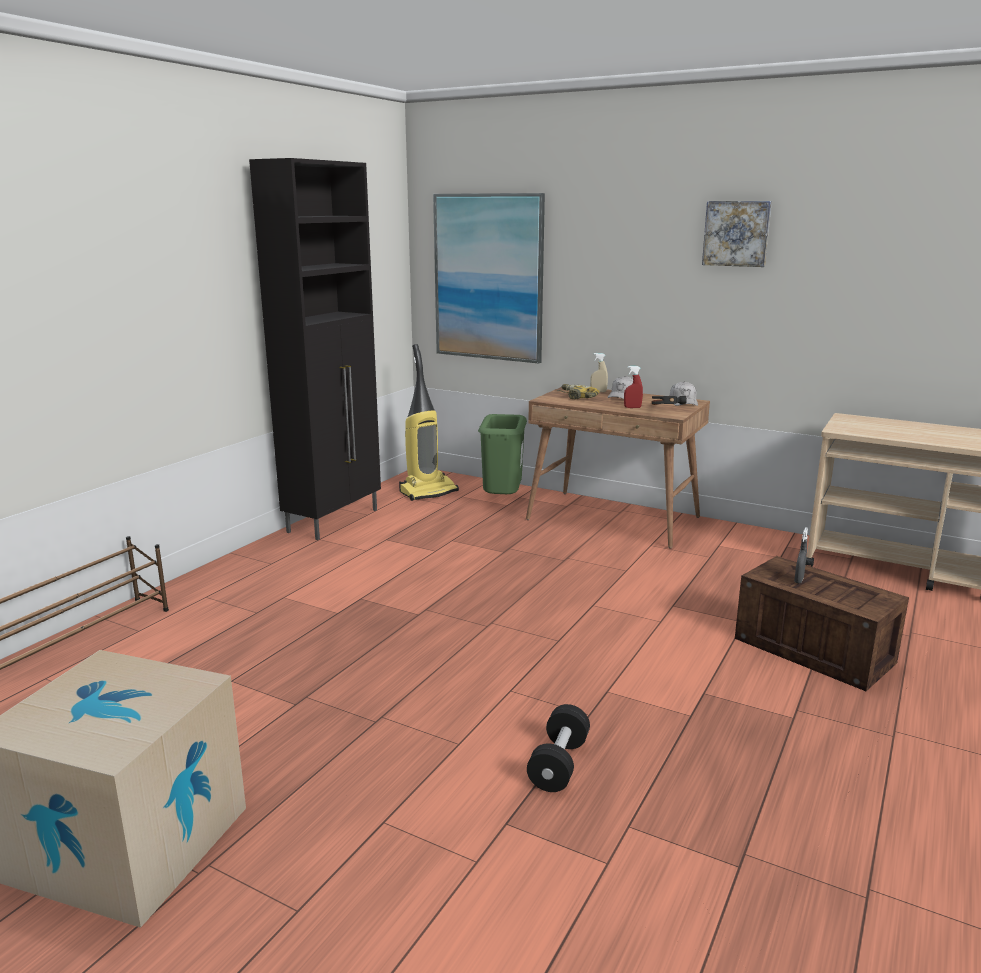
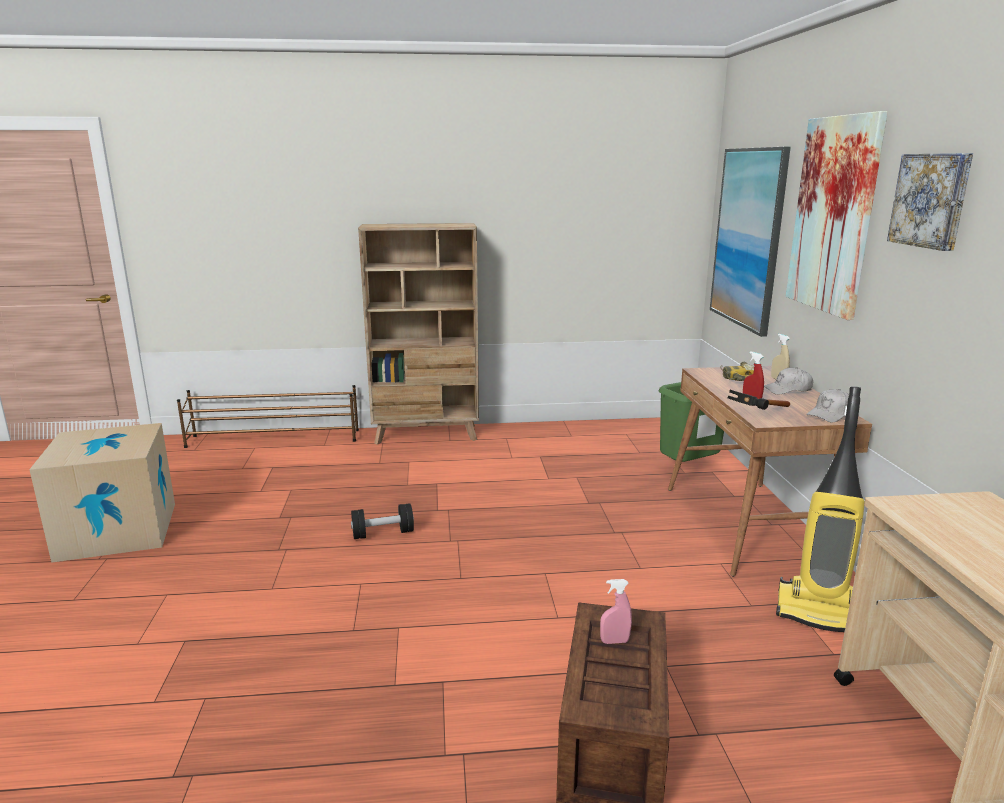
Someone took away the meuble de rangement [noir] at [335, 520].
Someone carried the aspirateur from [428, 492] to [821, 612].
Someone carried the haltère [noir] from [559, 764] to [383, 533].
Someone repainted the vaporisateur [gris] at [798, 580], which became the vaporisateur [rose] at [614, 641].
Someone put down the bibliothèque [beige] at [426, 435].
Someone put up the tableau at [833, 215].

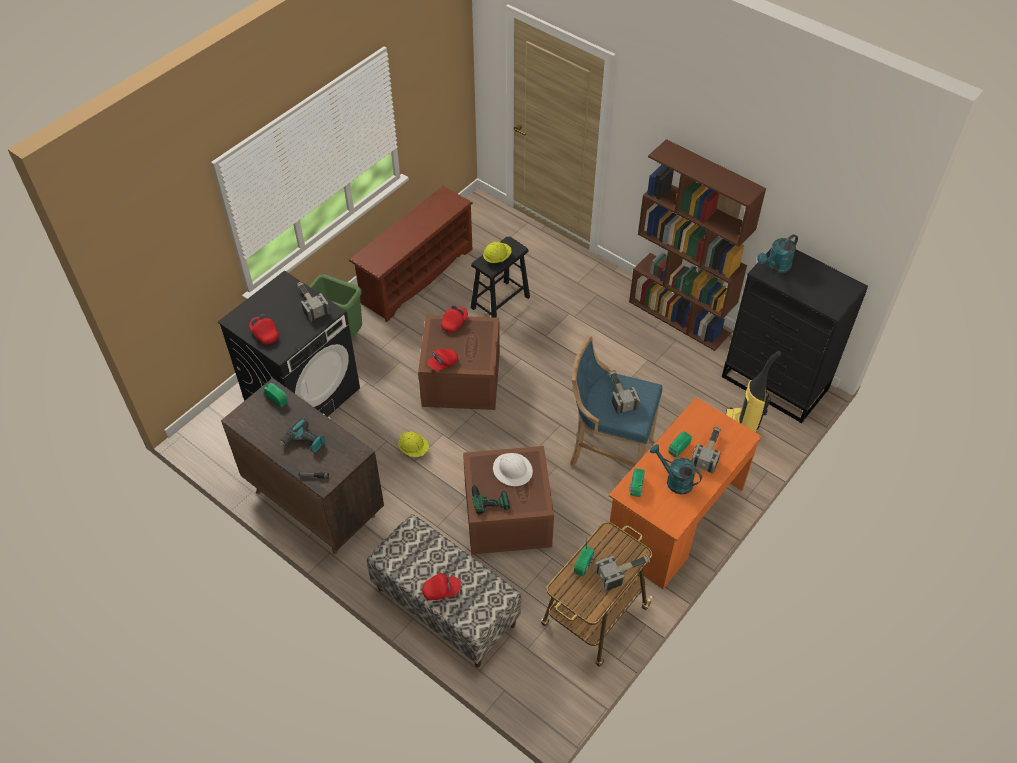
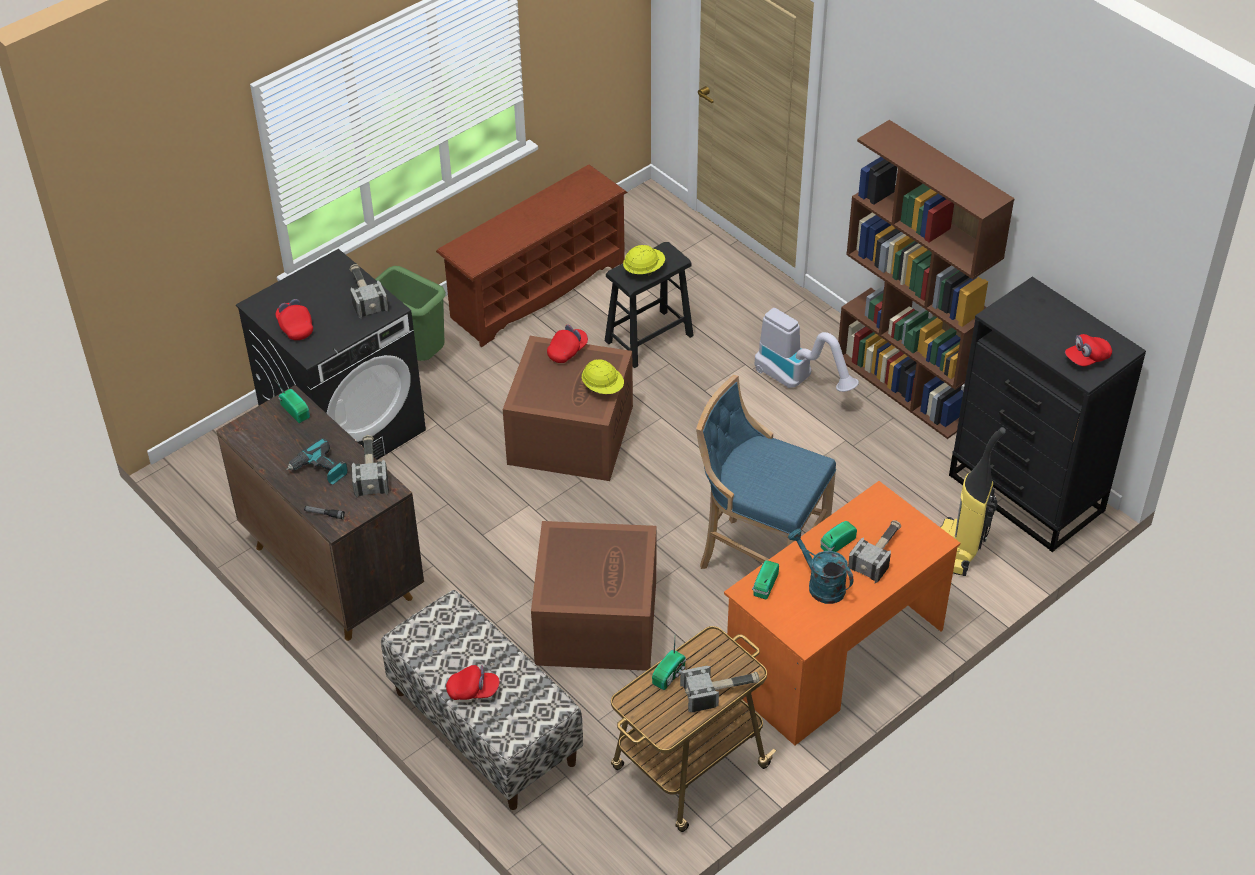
Someone carried the casque de chantier [jaune] from [414, 449] to [603, 387].
Someone carried the casquette [rouge] from [443, 364] to [1087, 358].
Someone took away the perceuse at [488, 496].
Someone took away the casque de chantier [blanc] at [512, 470].
Someone carried the marteau from [619, 394] to [370, 470].
Someone took away the arrosoir [turquoise] at [775, 267].
Someone put down the aspirateur at [799, 381].

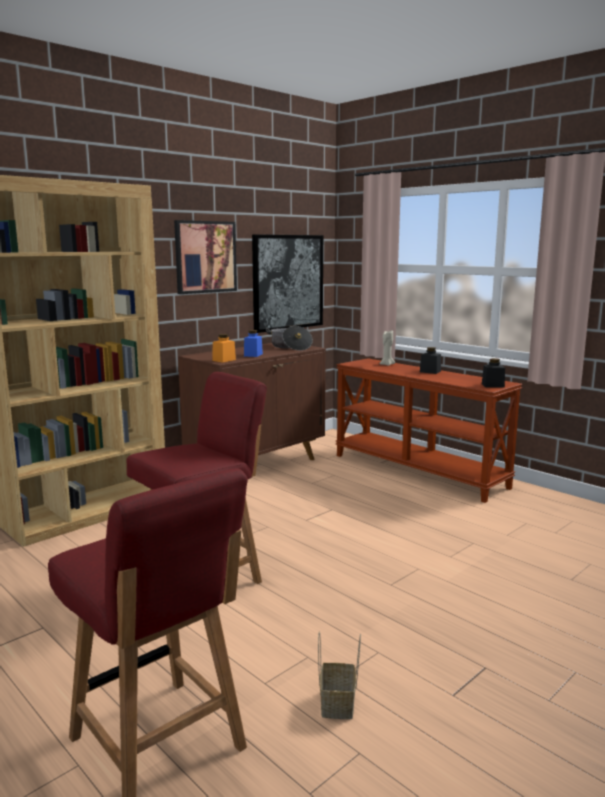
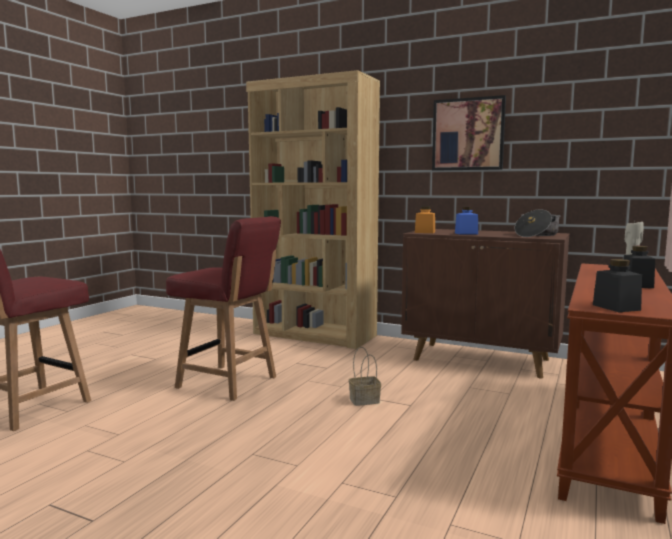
Someone took away the tableau at [288, 282].
Someone carried the panier from [338, 705] to [363, 401].

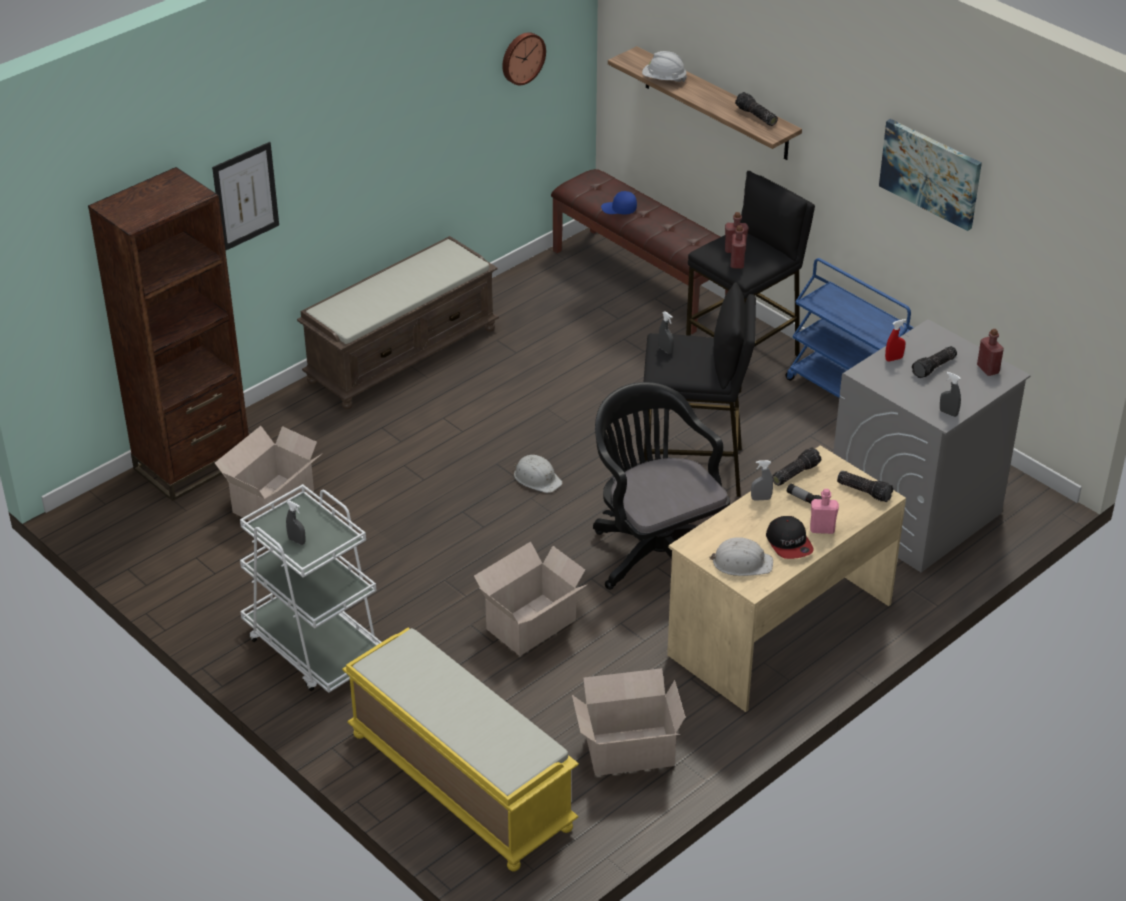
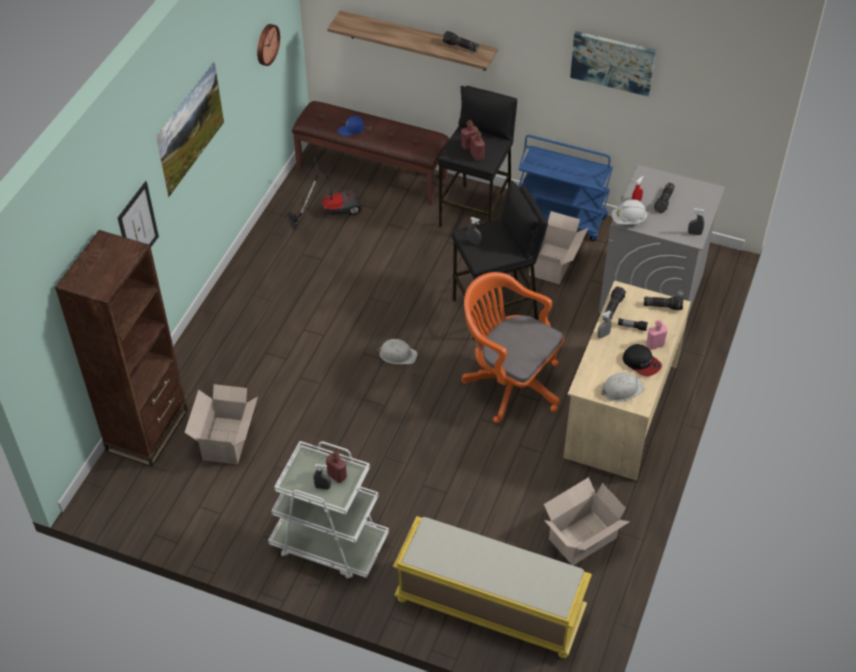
Someone took away the banc [marron] at [402, 354].
Someone carried the carton from [533, 624] to [553, 262].
Someone repainted the chaise de bureau [noir] at [655, 551], which became the chaise de bureau [orange] at [509, 382].
Someone carried the casque de chantier [blanc] from [663, 80] to [628, 220].
Someone carried the bouteille [rouge] from [988, 369] to [337, 476].
Someone put up the tableau at [194, 144].
Someone put down the aspirateur at [330, 210].

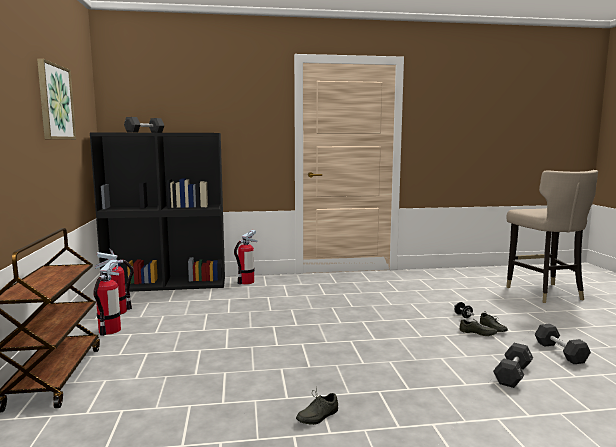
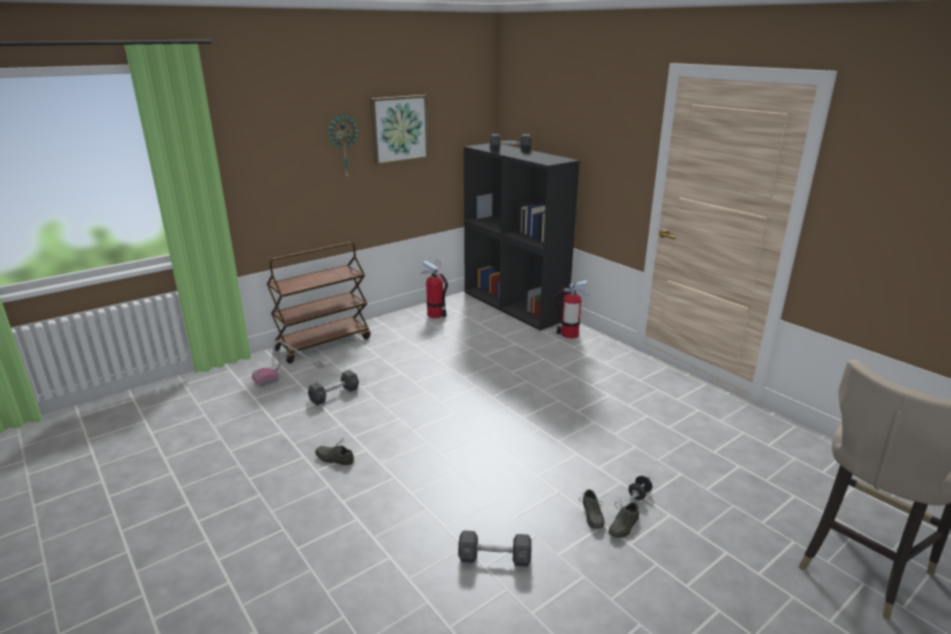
Someone took away the extincteur at [109, 330].
Someone carried the haltère [noir] from [560, 352] to [334, 395].
Someone put down the aspirateur at [289, 374].
Someone put up the horloge murale at [343, 146].

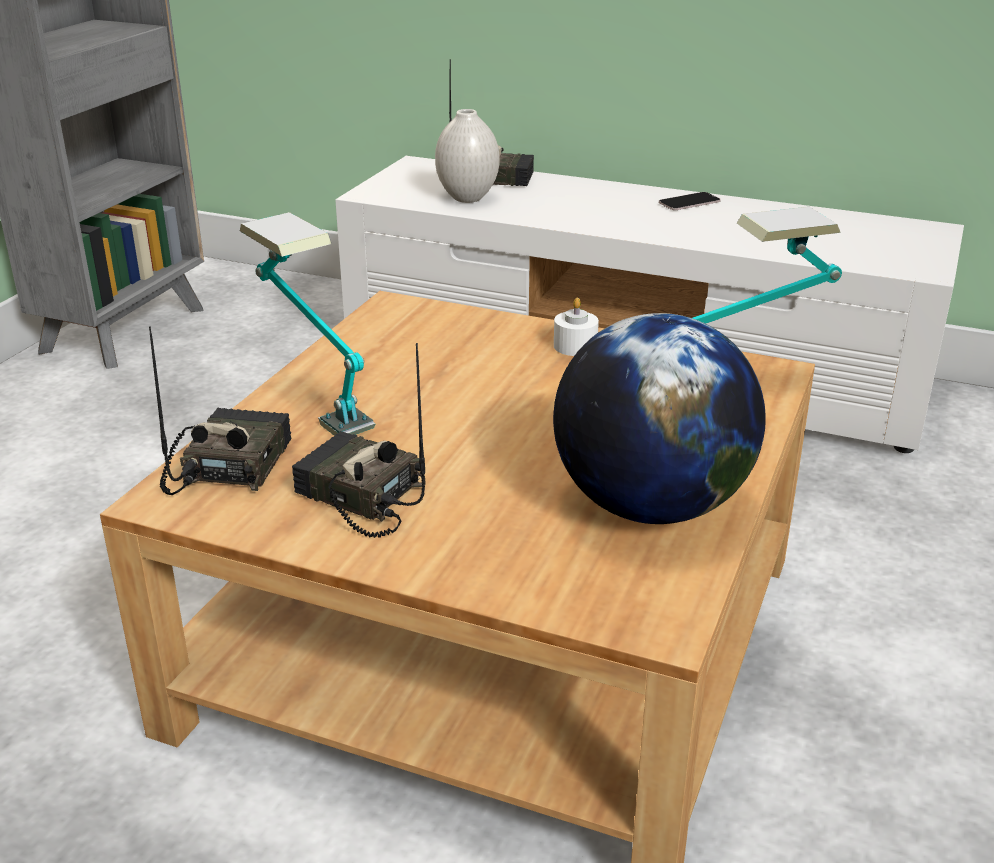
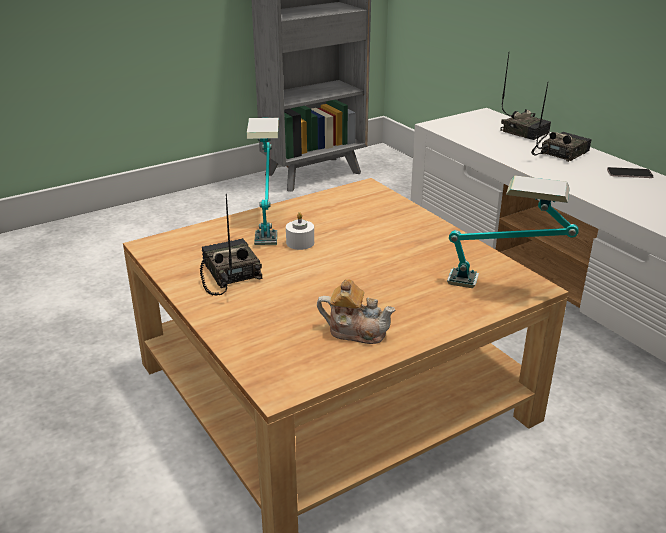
Someone carried the radio from [227, 465] to [559, 153].
Someone took away the vase [blanc] at [468, 198].
Someone swapped the globe at [650, 506] for the théière at [356, 331].
Someone carried the bougie [blanc] from [575, 346] to [300, 243].

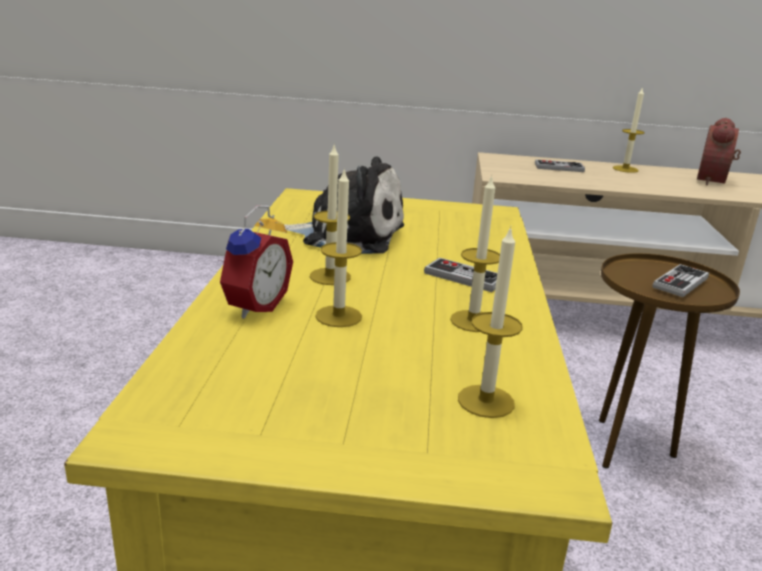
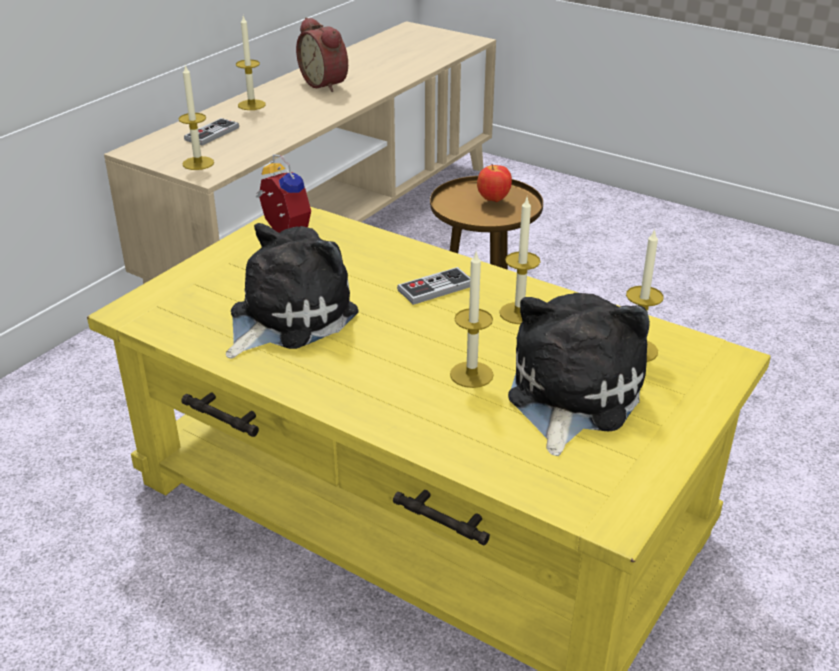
Someone carried the réveil from [253, 306] to [282, 231].
Someone carried the bougie from [330, 276] to [198, 163].
Someone swapped the manette at [680, 283] for the pomme at [493, 199].
Someone put down the peluche at [570, 396].

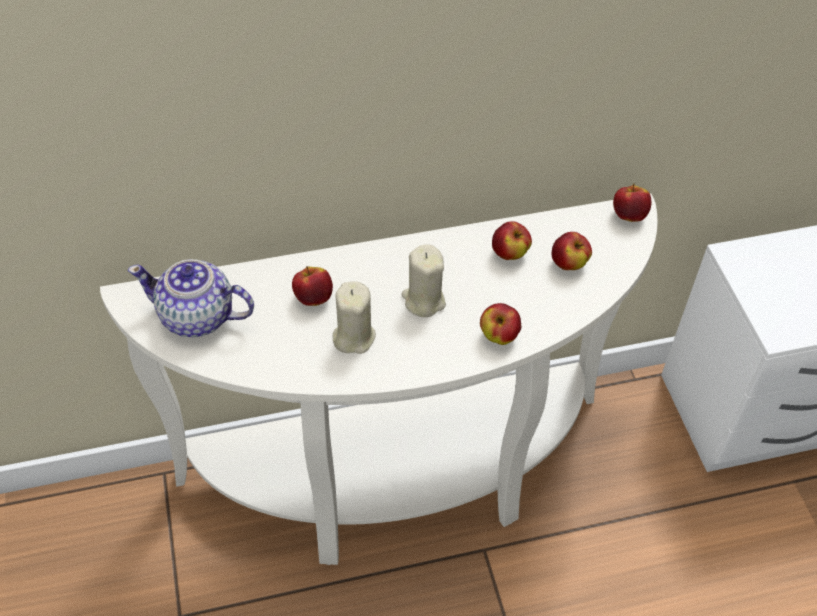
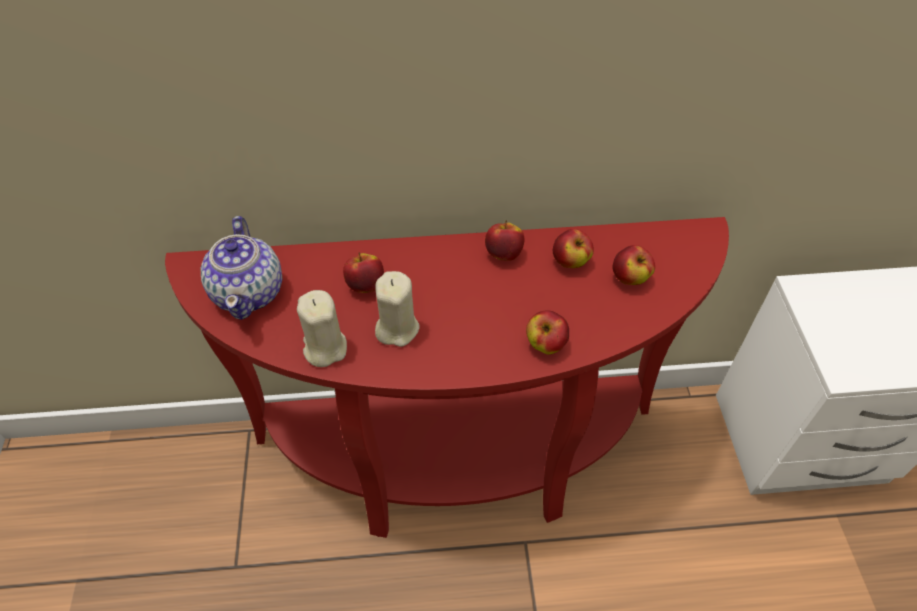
Someone repainted the table console [blanc] at [401, 481], which became the table console [rouge] at [458, 465].
Someone rotated the théière at [198, 317] by 120 degrees counterclockwise.
Someone carried the bougie [beige] from [423, 300] to [325, 348].
Someone carried the pomme from [628, 216] to [503, 254].

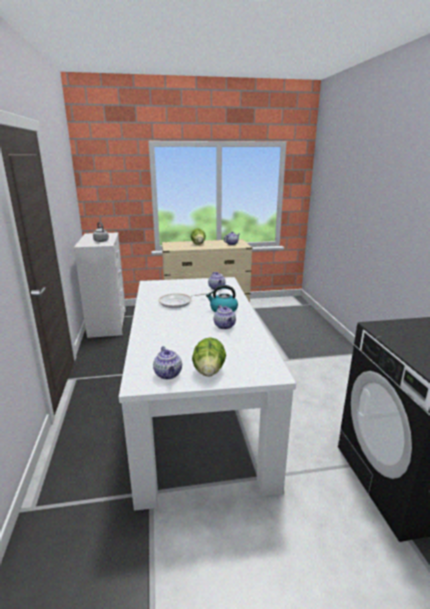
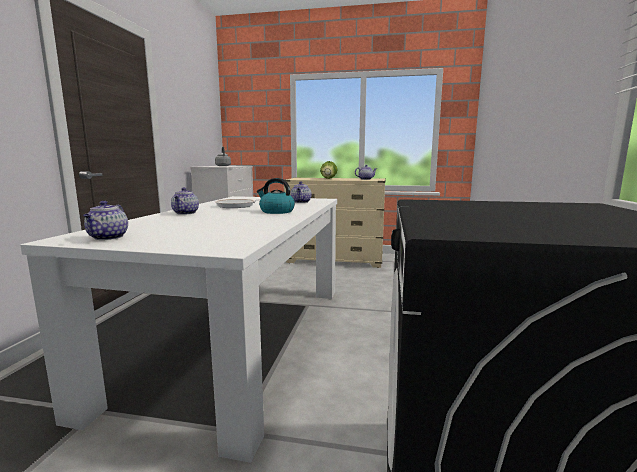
Someone took away the laitue at [209, 371].
Someone carried the théière from [225, 326] to [185, 213].

